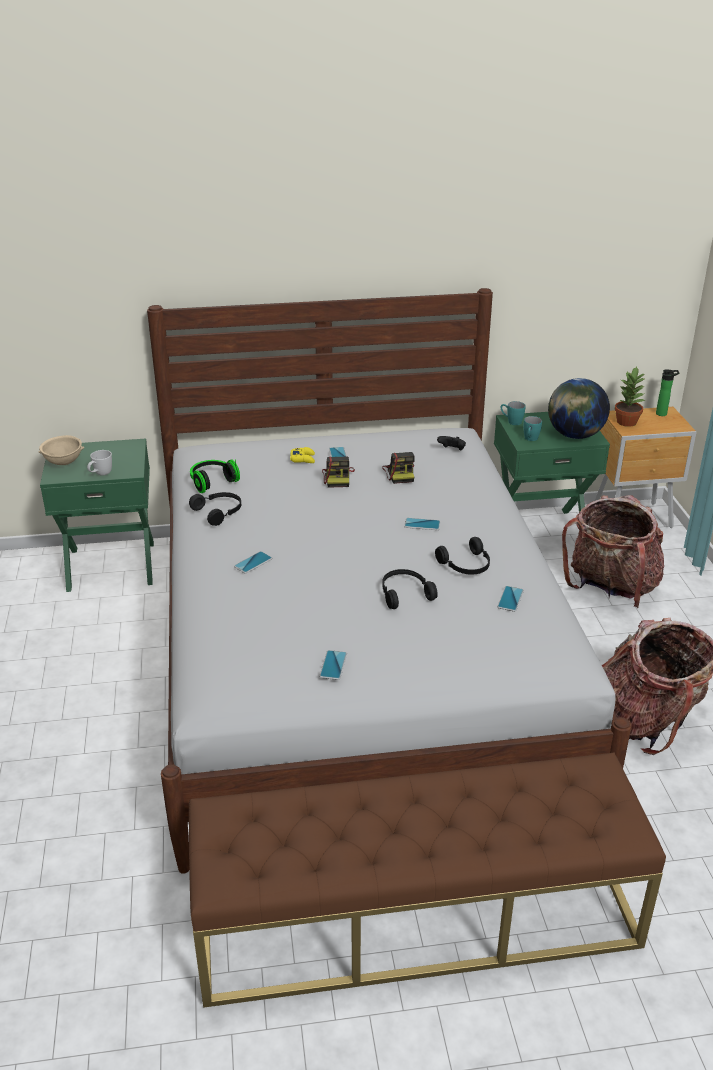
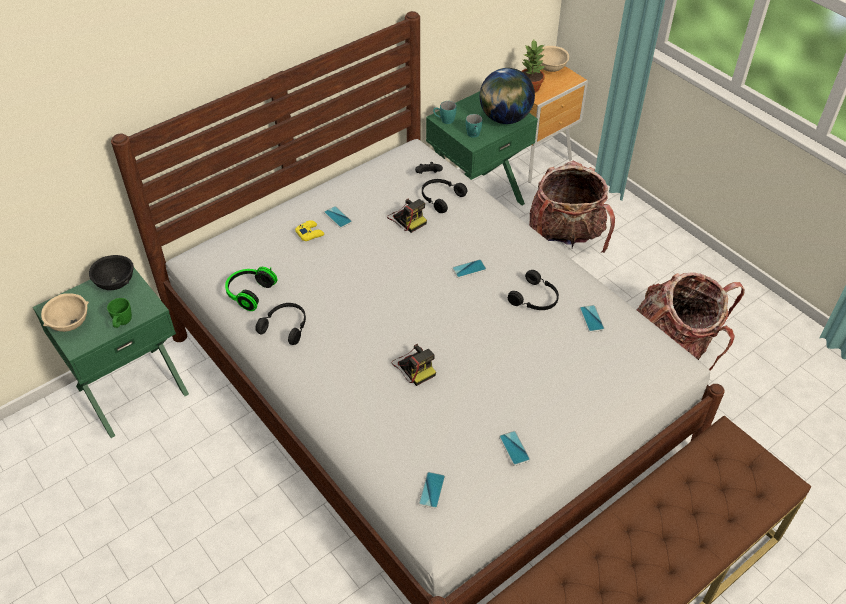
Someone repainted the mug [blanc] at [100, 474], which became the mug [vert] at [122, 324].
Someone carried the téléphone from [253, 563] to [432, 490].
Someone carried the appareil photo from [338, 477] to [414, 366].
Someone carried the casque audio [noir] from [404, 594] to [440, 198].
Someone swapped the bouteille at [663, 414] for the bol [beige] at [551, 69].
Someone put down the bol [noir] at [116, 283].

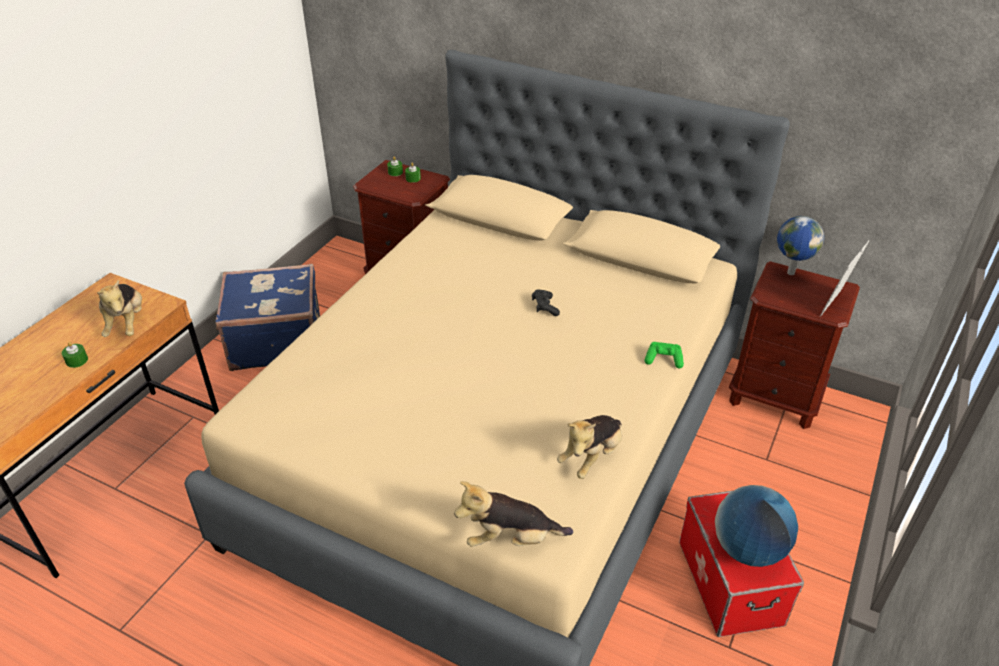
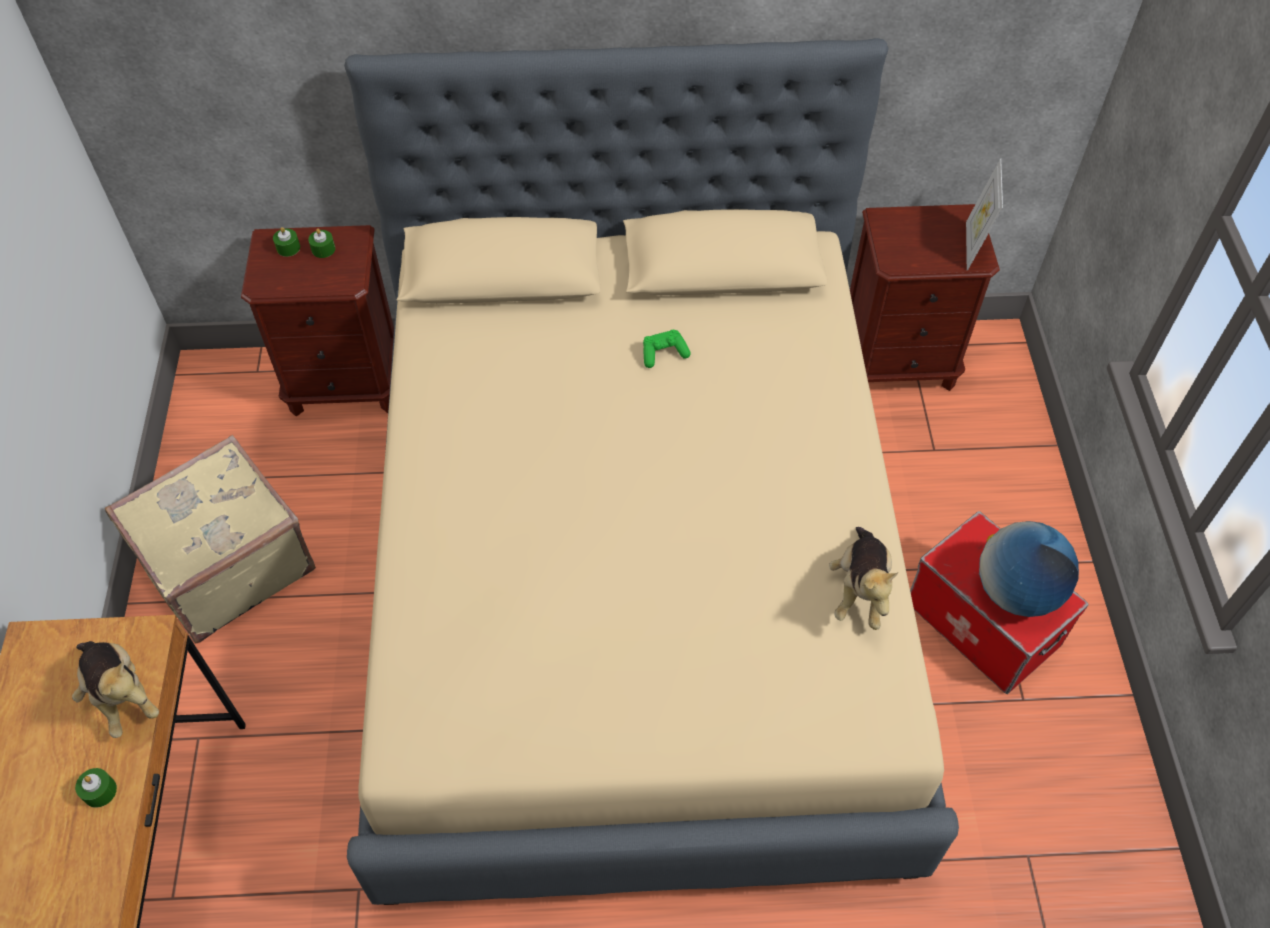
Someone repainted the valise [bleu] at [276, 340], which became the valise [beige] at [225, 564].
Someone took away the peluche at [511, 539].
Someone took away the manette [noir] at [544, 307].
Someone carried the manette [vert] from [663, 360] to [663, 353].
Someone took away the globe at [790, 272].

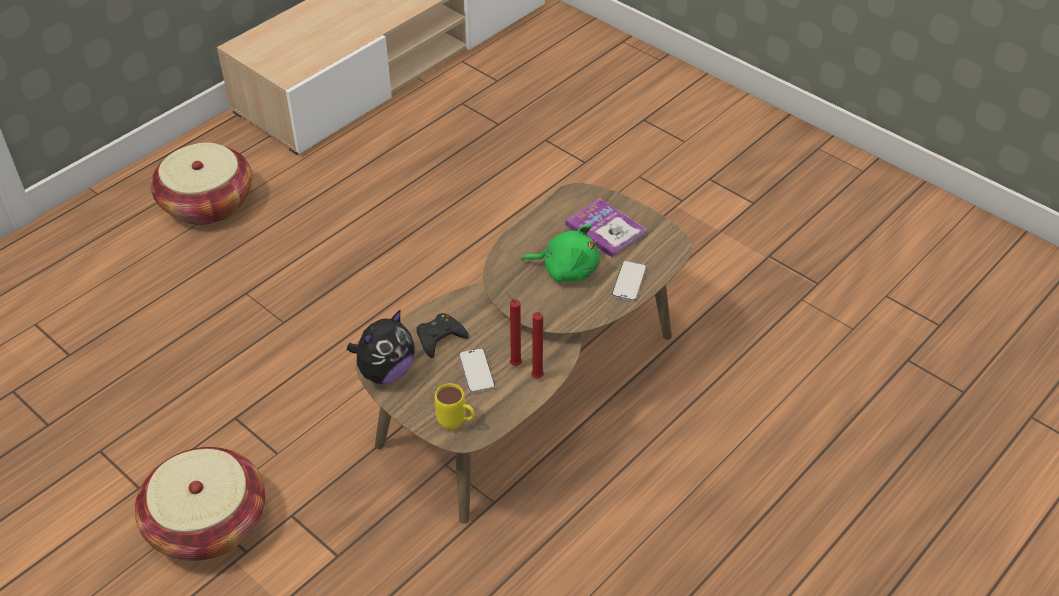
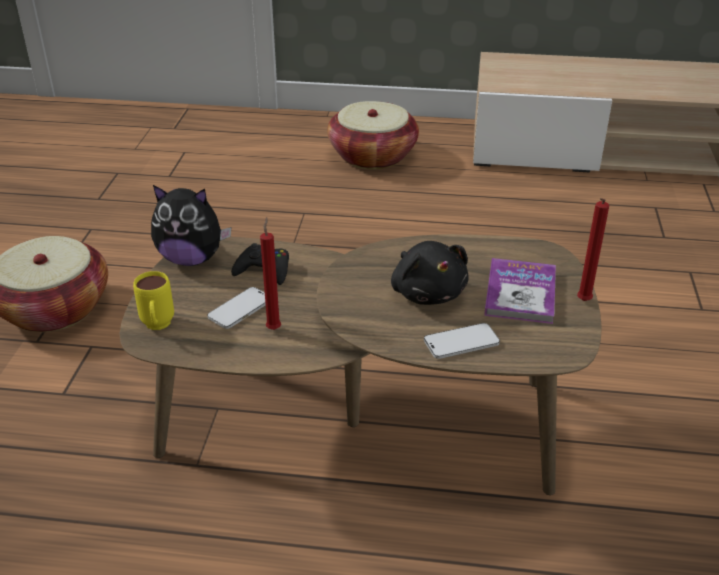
Someone repainted the peluche [vert] at [566, 269], which became the peluche [noir] at [427, 292].
Someone carried the bougie [rouge] from [538, 378] to [582, 302].

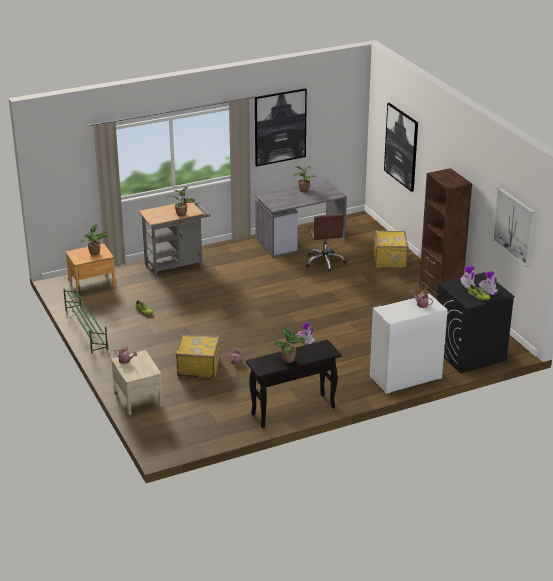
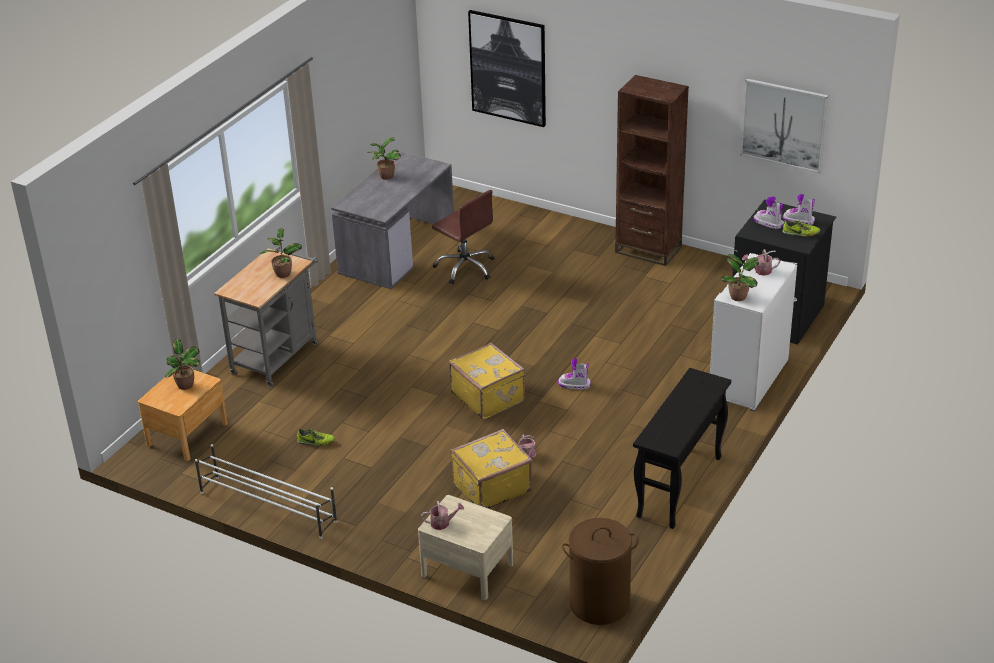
Someone repainted the étagère à chaussures [vert] at [86, 329], which became the étagère à chaussures [blanc] at [267, 506].
Someone took away the tableau at [280, 127].
Someone carried the plante en pot from [289, 360] to [739, 297].
Someone carried the valise [jaune] from [390, 259] to [488, 396].
Someone put down the panier à linge [marron] at [599, 604].

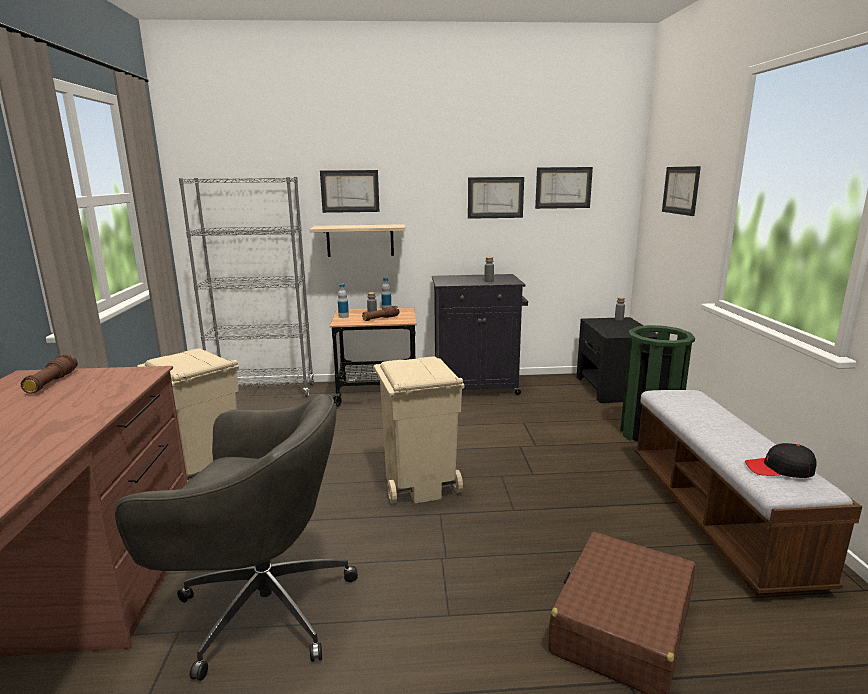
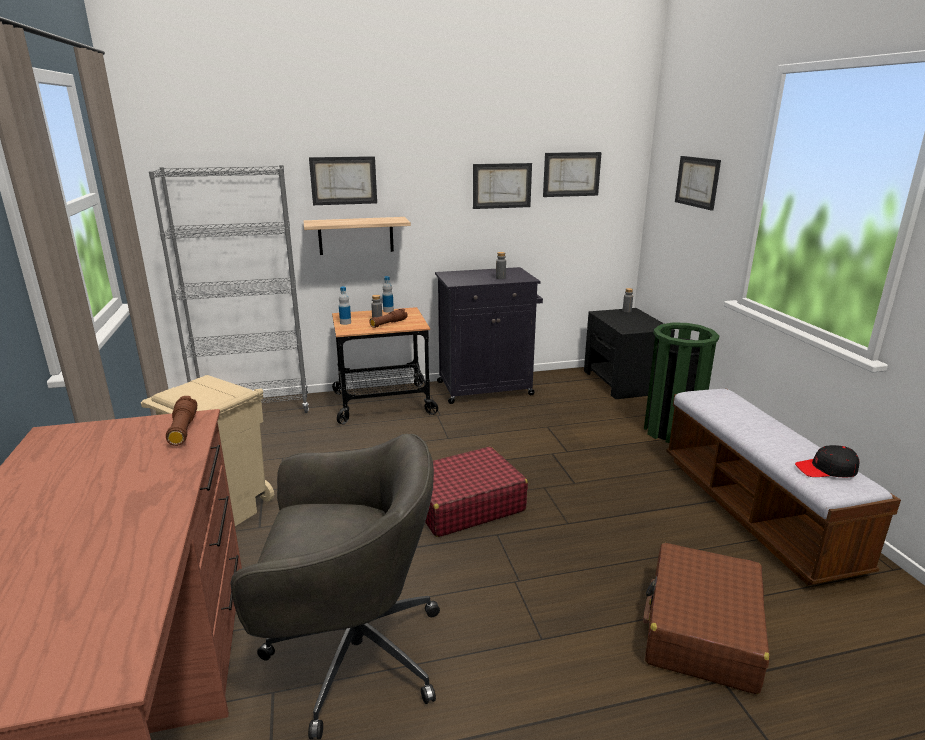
Someone carried the lampe de poche [marron] from [52, 382] to [183, 430].
Someone swapped the poubelle [beige] at [419, 484] for the valise [rouge] at [464, 504].

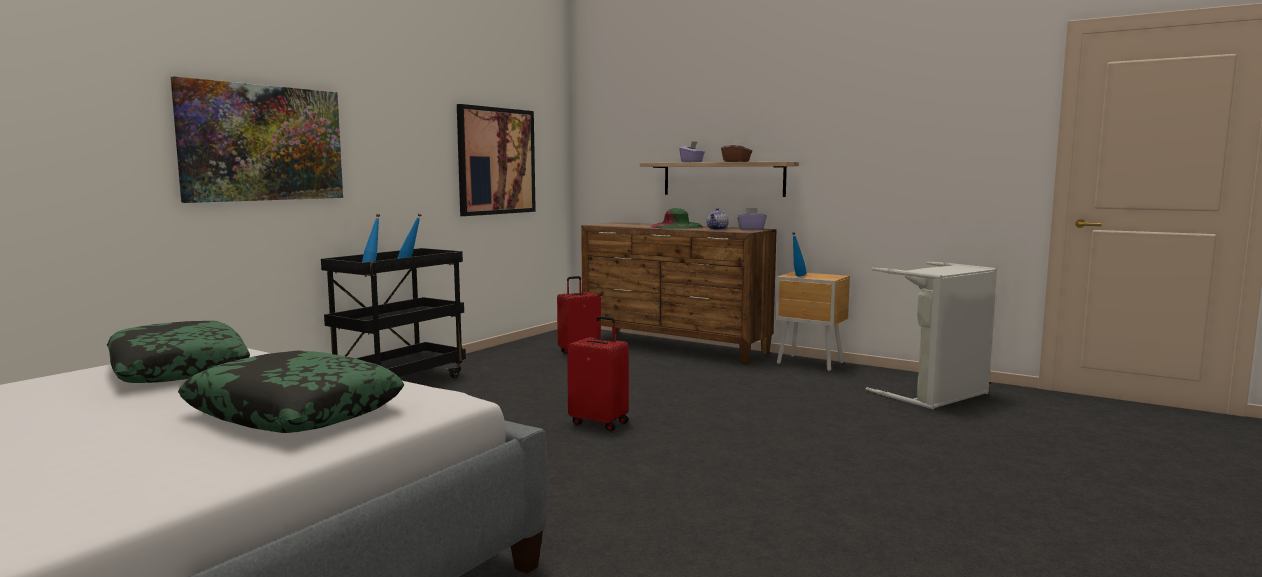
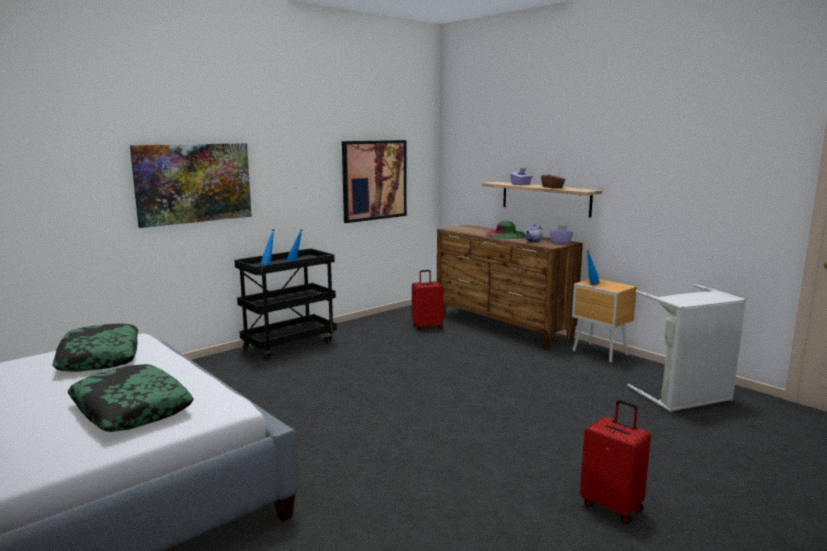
Someone carried the valise [rouge] from [600, 423] to [612, 506].

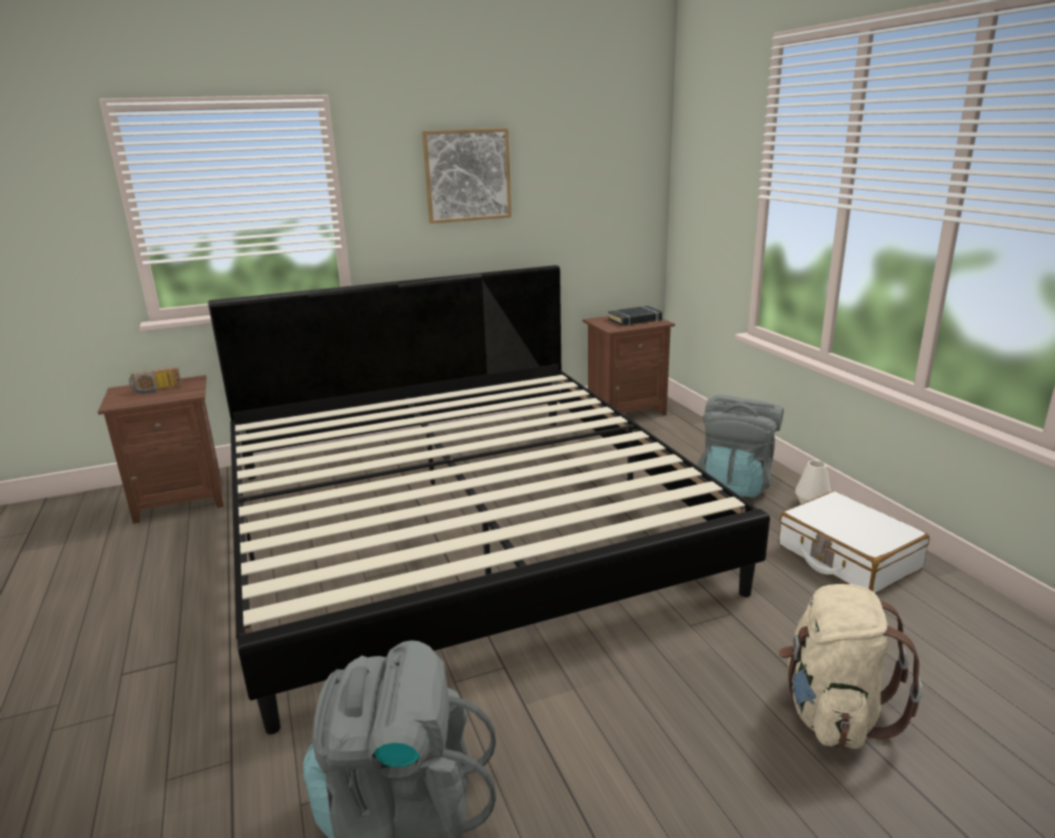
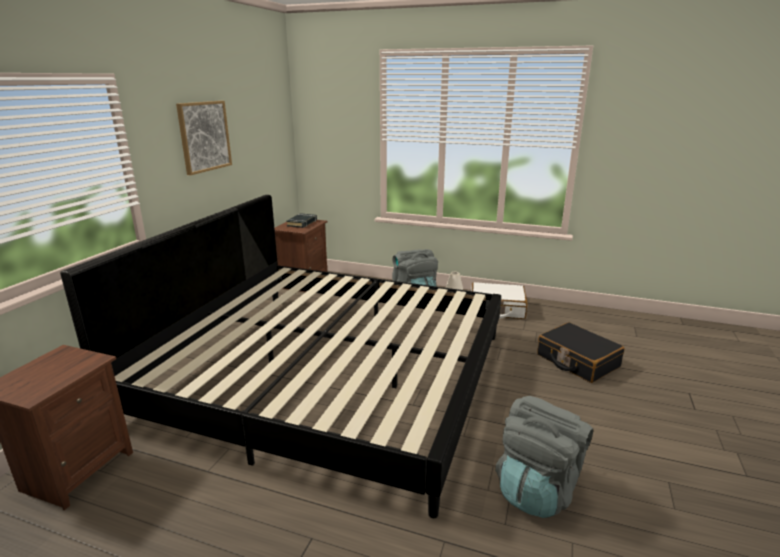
Someone took away the radio at [157, 390].
Someone swapped the sac à dos [beige] at [833, 713] for the valise [noir] at [577, 361].

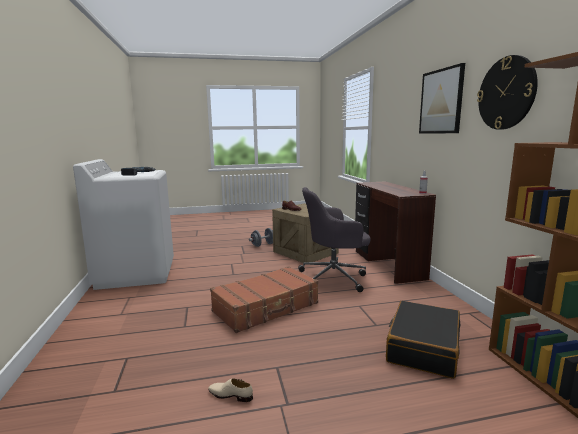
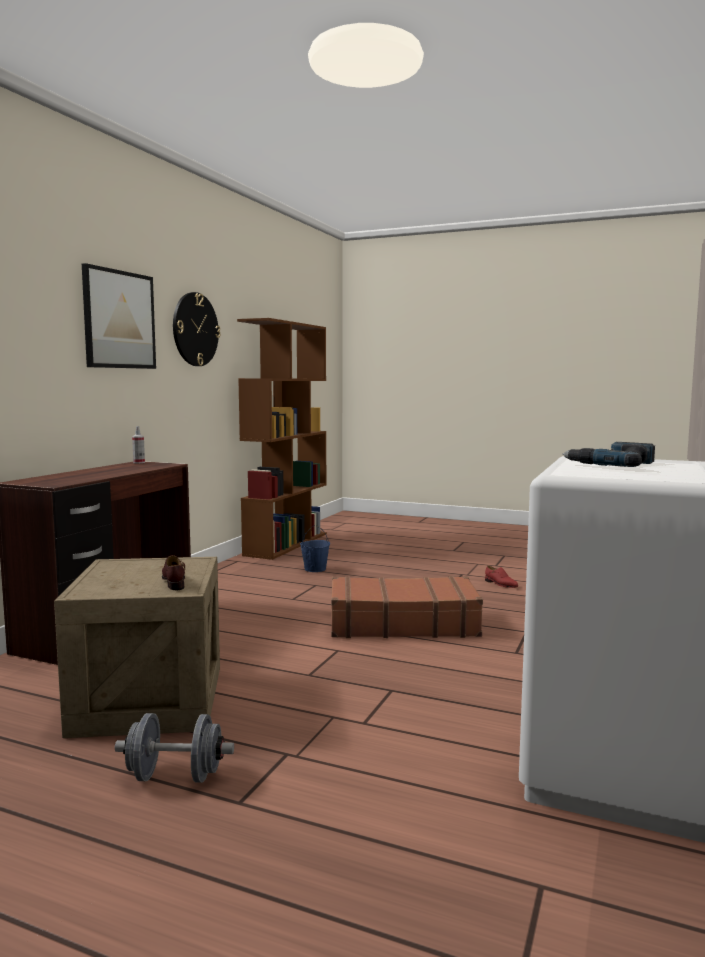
Someone repainted the chaussure [beige] at [230, 395], which became the chaussure [rouge] at [500, 584].
Someone took away the chaise de bureau [gris] at [334, 278].
Someone swapped the valise [noir] at [422, 348] for the seau [bleu] at [315, 569].

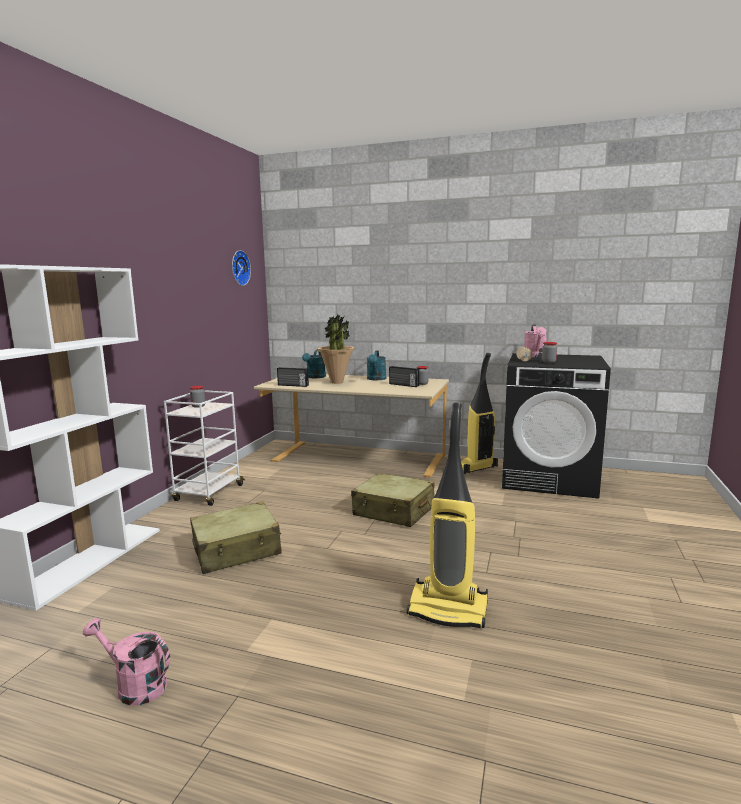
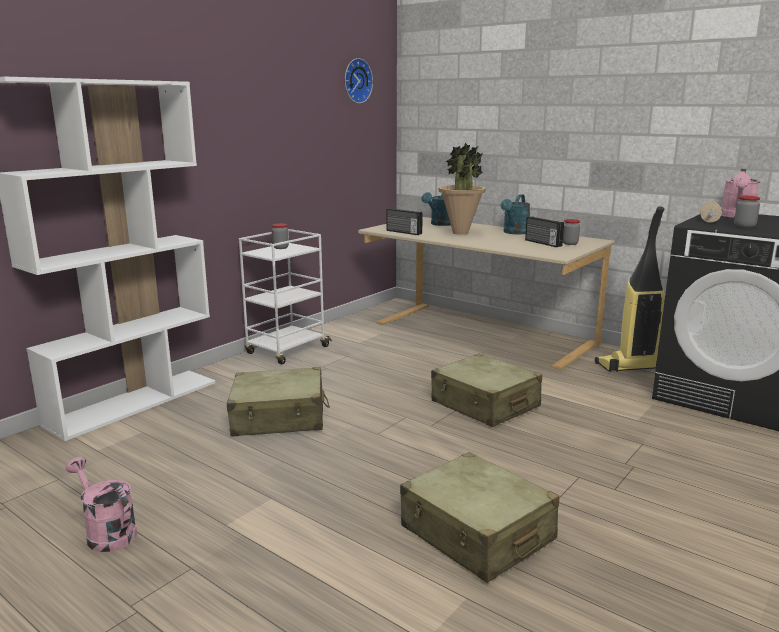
Someone swapped the aspirateur at [449, 609] for the valise [beige] at [477, 534].

